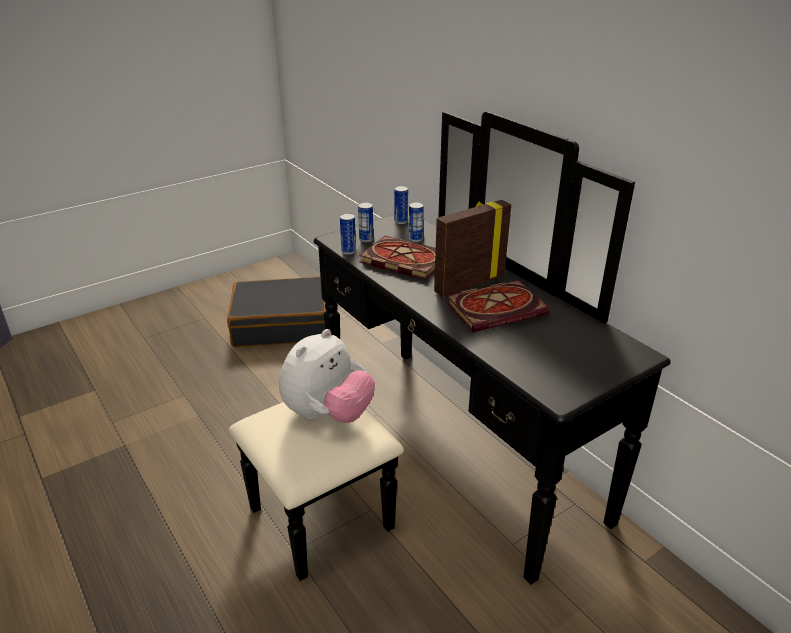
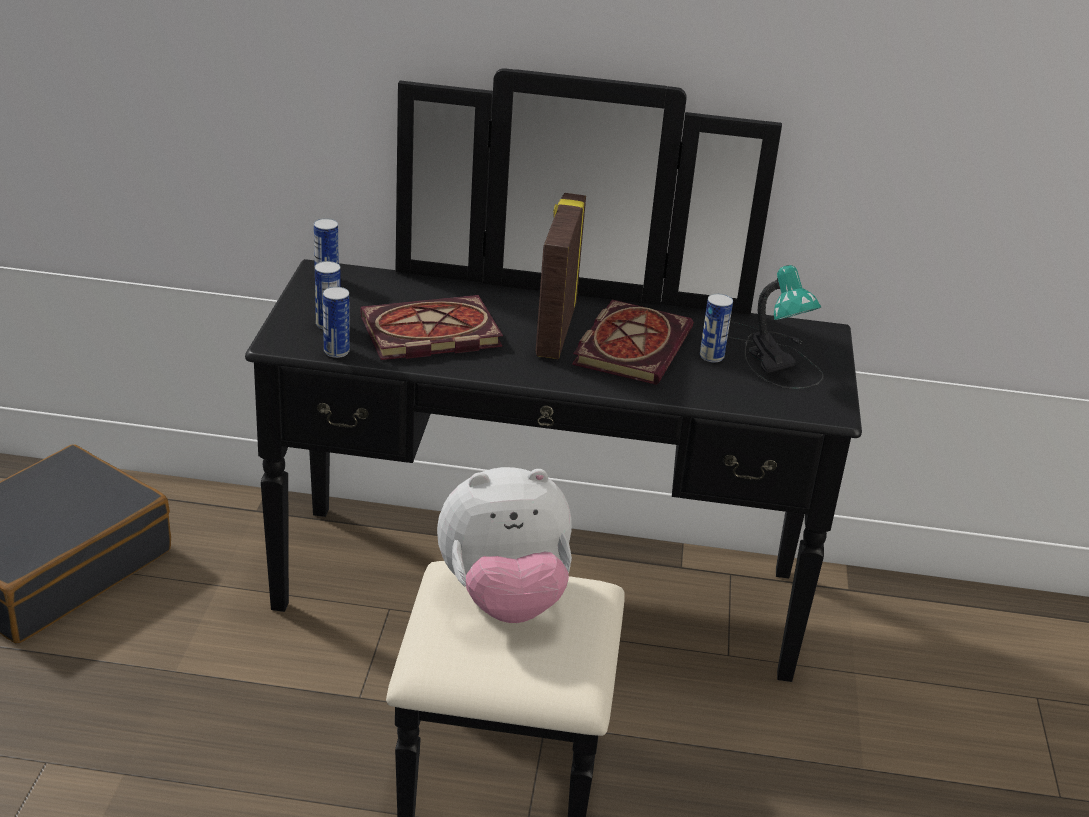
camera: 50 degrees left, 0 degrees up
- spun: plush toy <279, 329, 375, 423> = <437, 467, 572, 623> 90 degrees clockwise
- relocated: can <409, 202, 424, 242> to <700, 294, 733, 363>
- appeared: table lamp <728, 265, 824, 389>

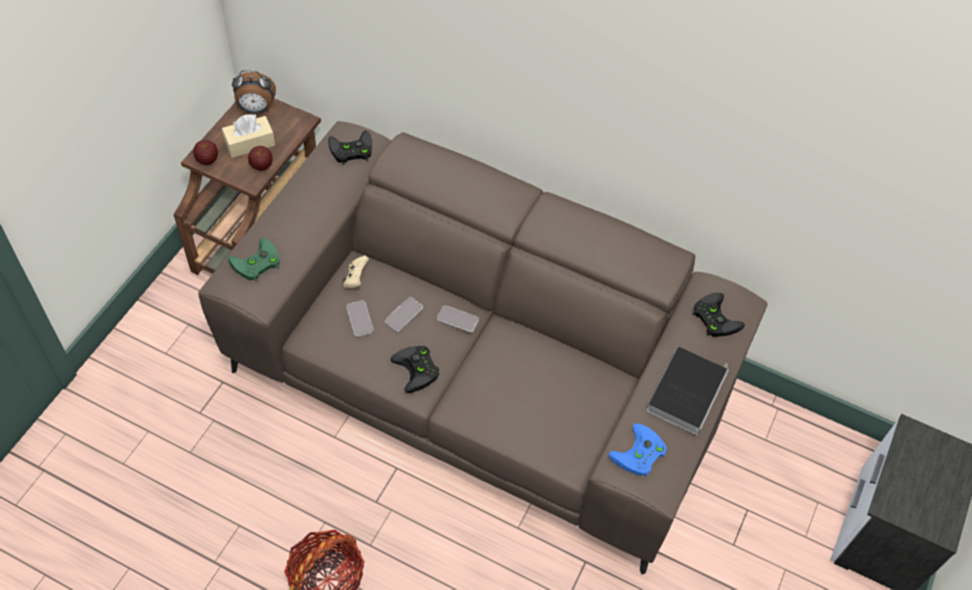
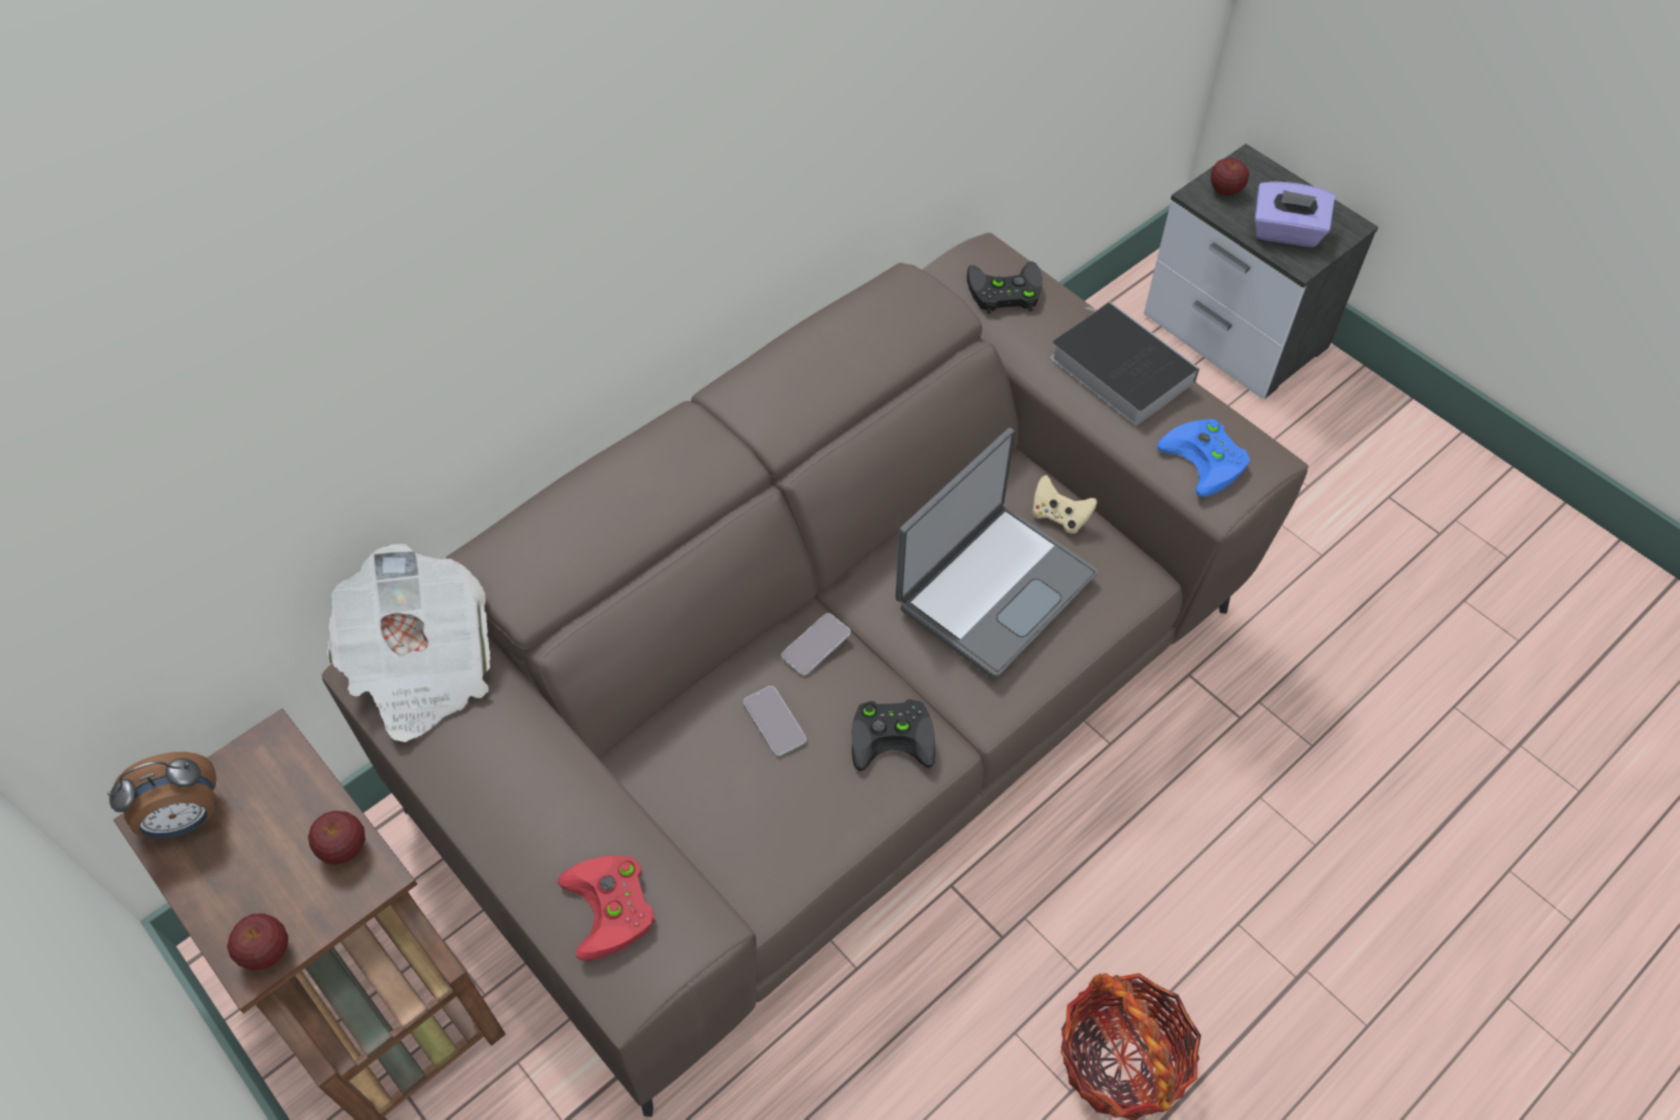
camera: 65 degrees left, 0 degrees up
- missing: beige tissue box <222, 114, 275, 158>
- colour: green game controller <228, 238, 280, 282> to red game controller <558, 856, 656, 961>
- spun: alarm clock <232, 70, 276, 114> = <107, 752, 216, 839> 45 degrees clockwise
- exchanged: black game controller <328, 131, 372, 165> to newspaper <327, 543, 490, 742>
- relocated: beige game controller <342, 256, 369, 288> to <1032, 475, 1097, 533>
- missing: phone <346, 301, 373, 337>
- appeared: laptop <895, 428, 1098, 679>
- appeared: apple <1211, 158, 1249, 196>
- appeared: purple tissue box <1255, 181, 1335, 247>

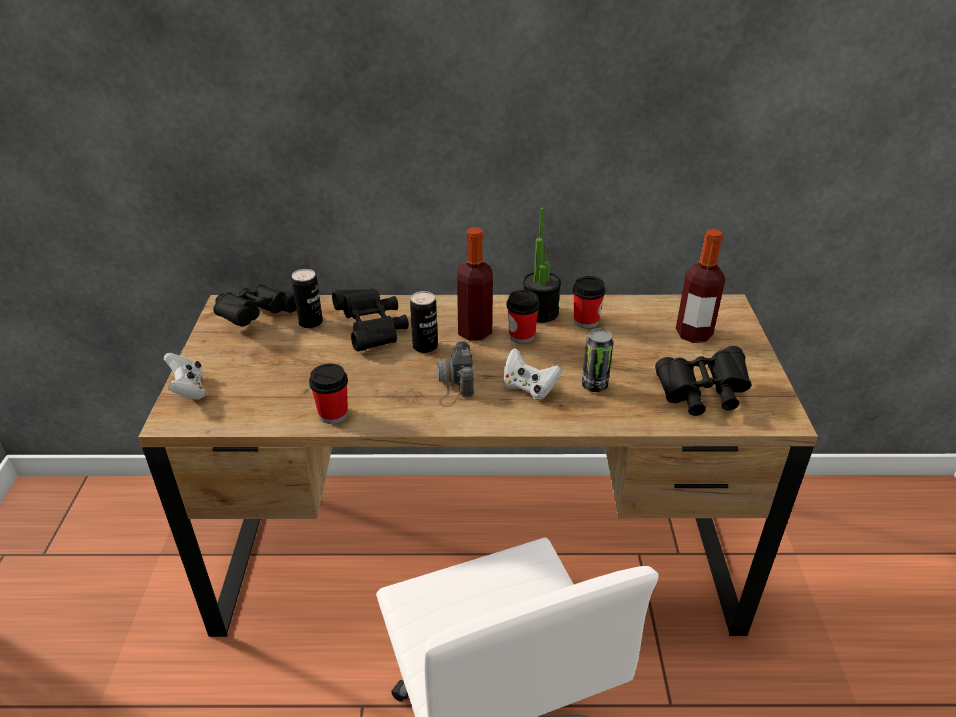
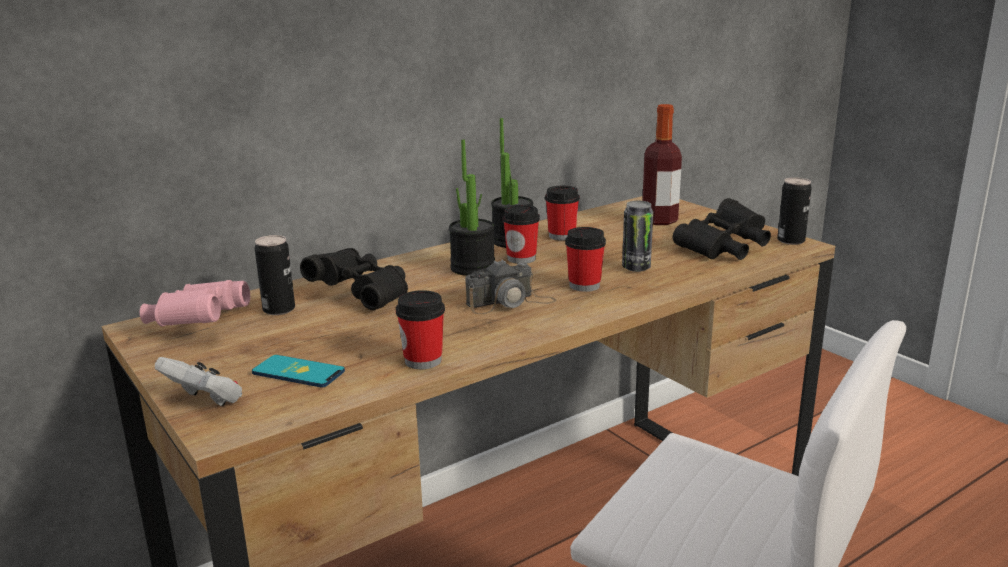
camera: 35 degrees left, 15 degrees down
- colour: black binoculars <213, 284, 296, 327> to pink binoculars <140, 280, 250, 326>
- relocated: can <410, 291, 438, 353> to <777, 177, 812, 245>
- spun: photo camera <438, 341, 474, 407> = <466, 259, 556, 314> 75 degrees counterclockwise
- exchanged: bottle <457, 227, 493, 341> to potted plant <449, 139, 495, 276>
- exchanged: white game controller <503, 348, 562, 400> to cup <565, 227, 606, 292>
- appeared: phone <252, 355, 345, 387>

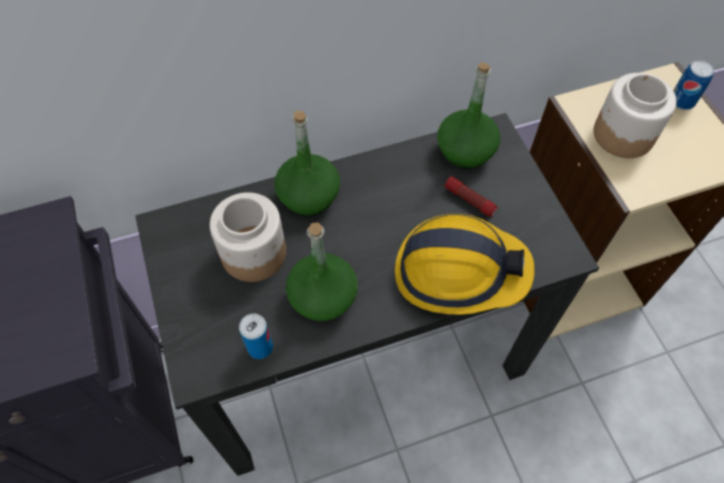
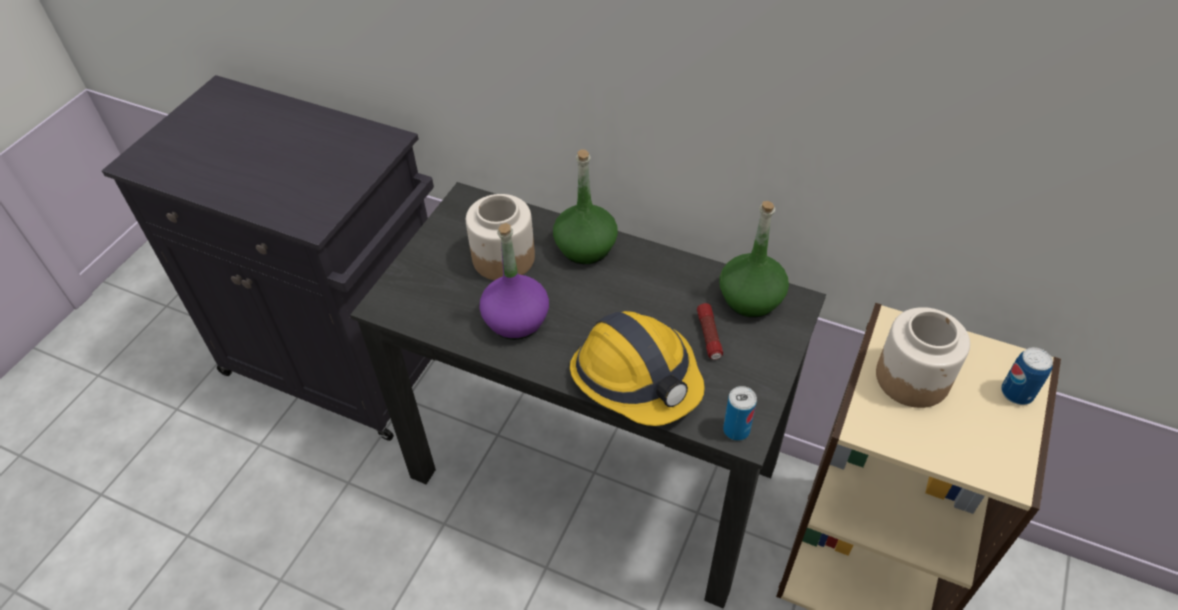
camera: 45 degrees right, 10 degrees down
- relocated: can <239, 314, 273, 359> to <723, 386, 757, 441>
- colour: green bottle <286, 222, 358, 321> to purple bottle <479, 223, 549, 340>

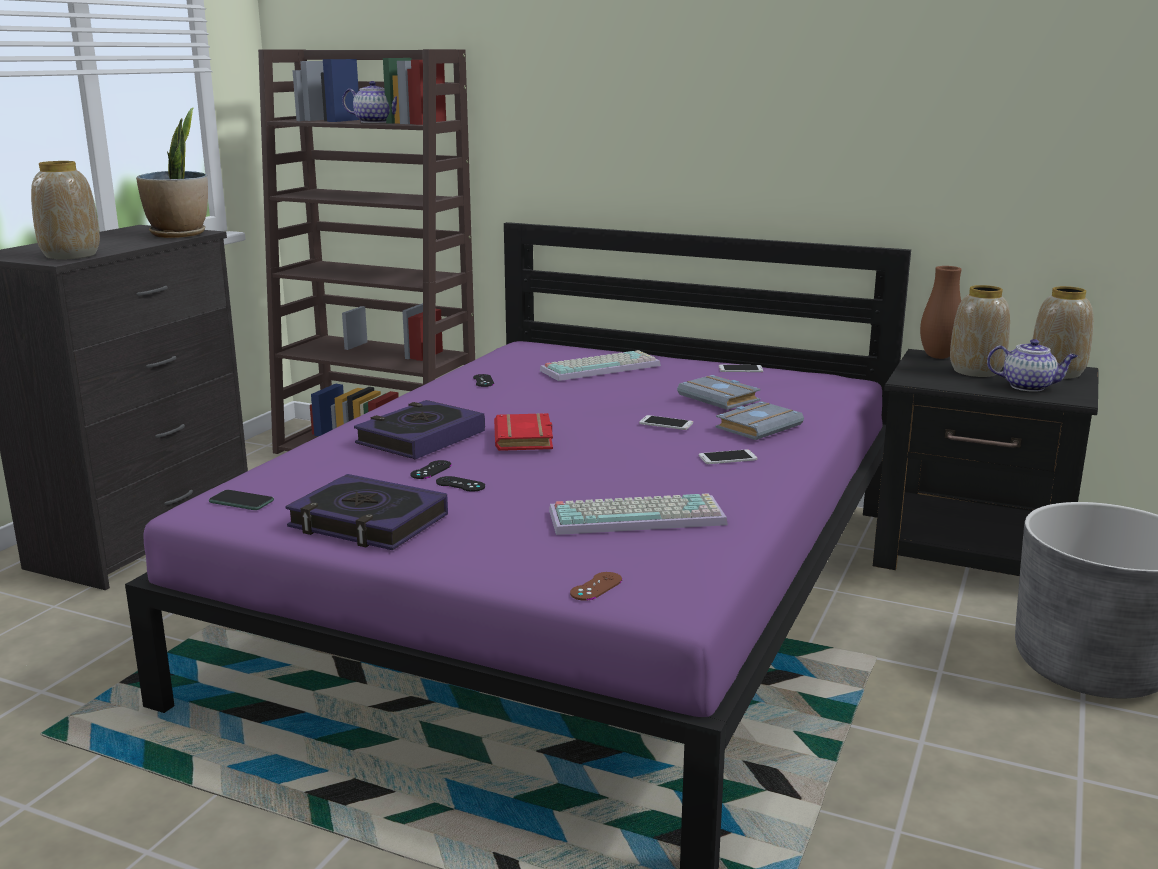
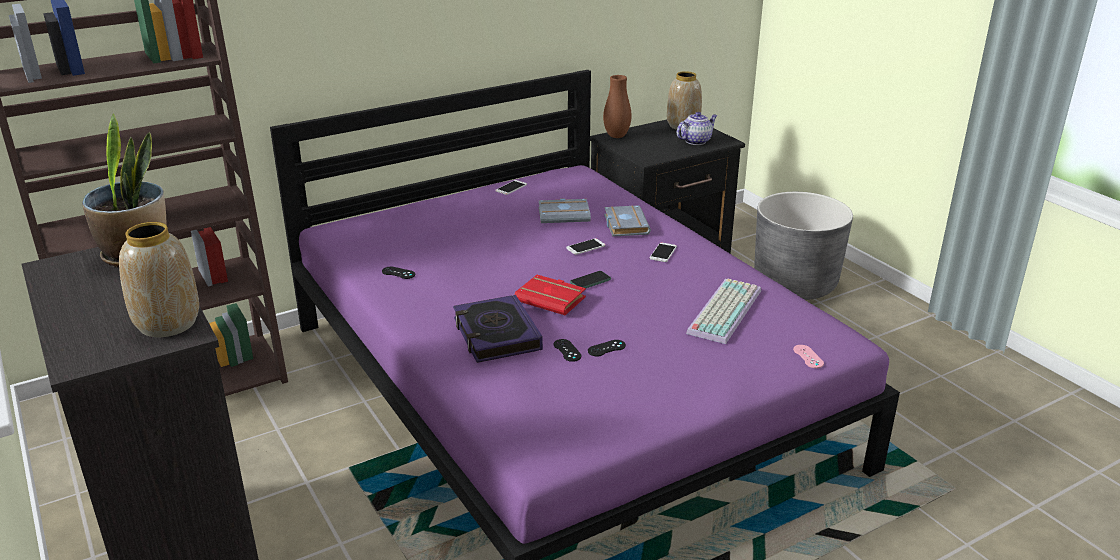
camera: 55 degrees left, 10 degrees up
- relocated: phone <209, 490, 274, 510> to <570, 271, 611, 288>
- missing: book <285, 474, 448, 550>
- missing: teapot <342, 81, 397, 123>
- missing: keyboard <540, 350, 661, 381>
- colour: brown game controller <570, 572, 622, 601> to pink game controller <793, 345, 824, 368>
- missing: vase <950, 285, 1010, 377>

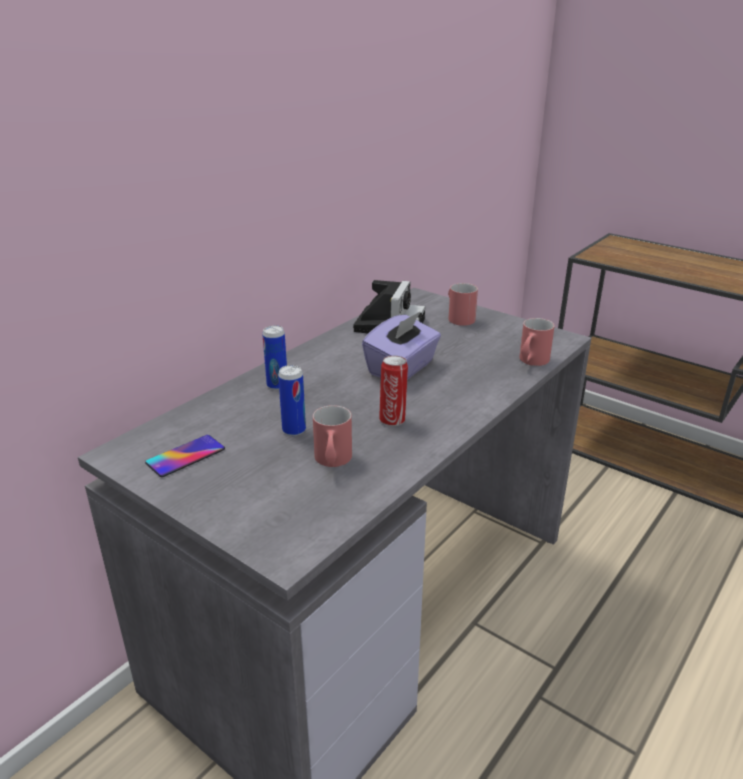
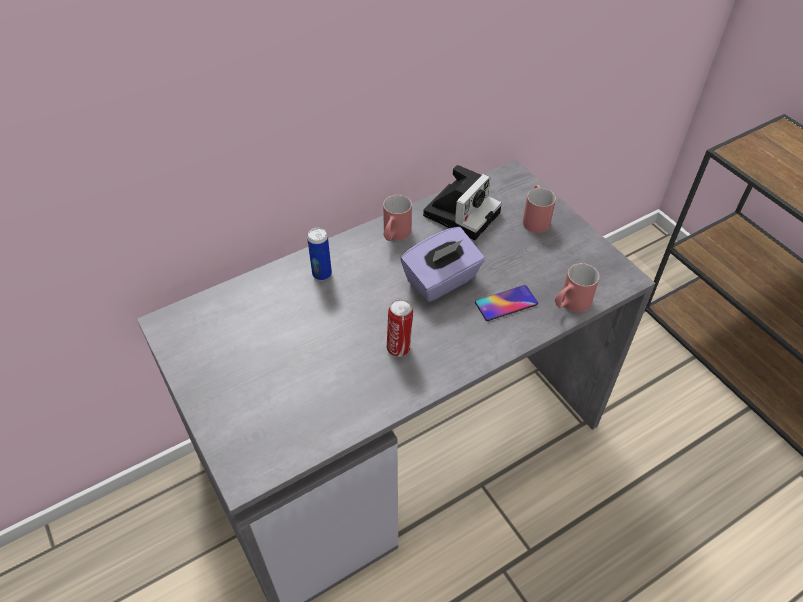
camera: 20 degrees right, 20 degrees up
- relocated: phone <145, 435, 225, 477> to <475, 285, 538, 321>
- missing: can <278, 365, 306, 436>
- relocated: red mug <313, 405, 352, 467> to <383, 195, 412, 241>

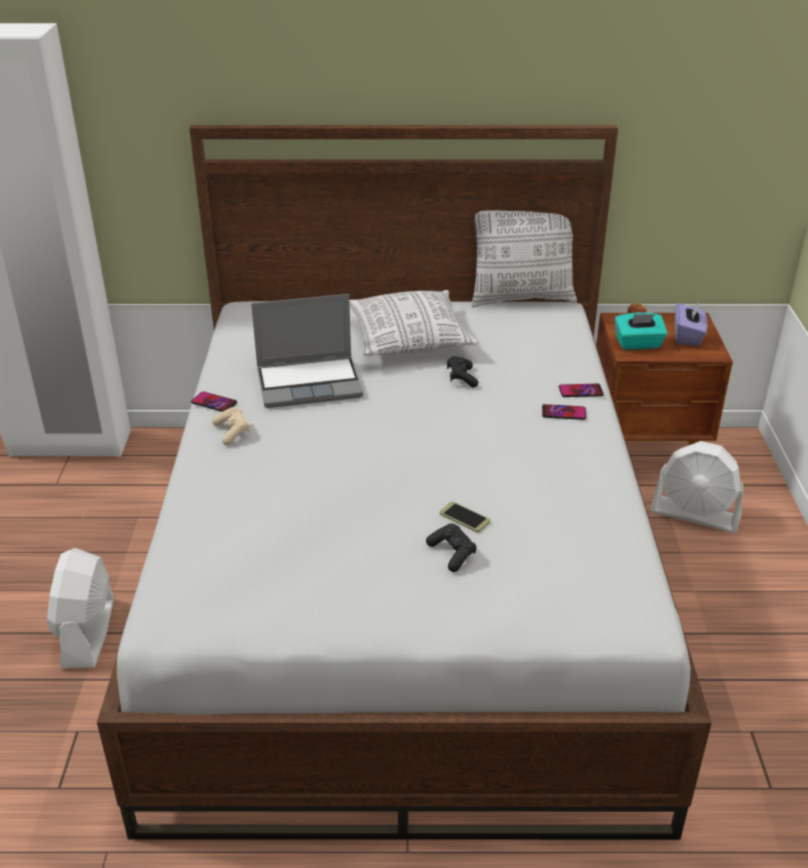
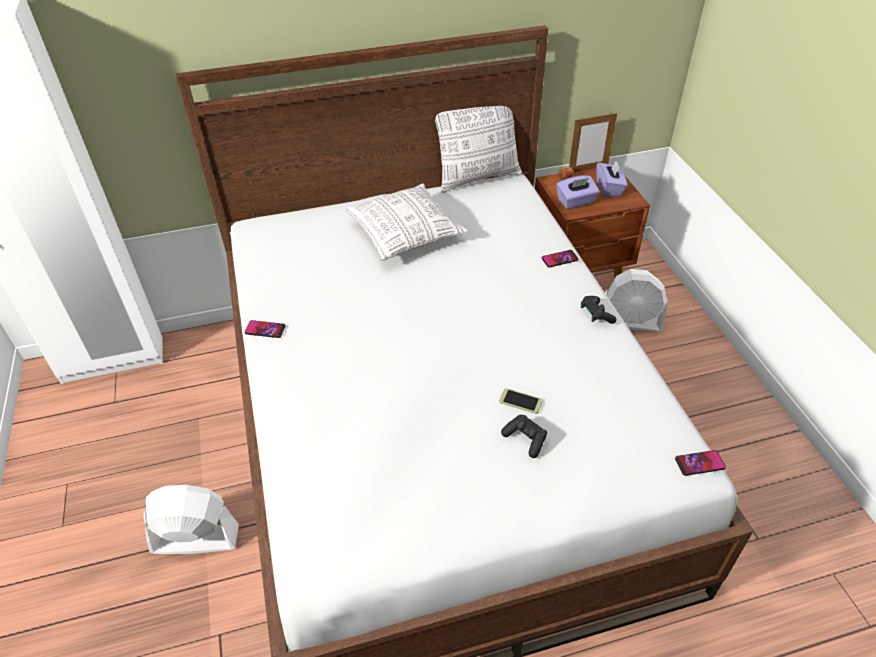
camera: 15 degrees left, 10 degrees up
- spun: white fan <47, 548, 113, 668> = <144, 485, 239, 554> 105 degrees clockwise
- missing: beige game controller <212, 407, 250, 445>
- missing: laptop <251, 294, 363, 408>
- relocated: black game controller <447, 356, 478, 387> to <581, 296, 616, 324>
- relocated: phone <542, 404, 586, 420> to <675, 450, 726, 476>
- colour: turquoise tissue box <614, 312, 668, 350> to purple tissue box <556, 175, 600, 209>
- appeared: picture frame <569, 112, 617, 172>

